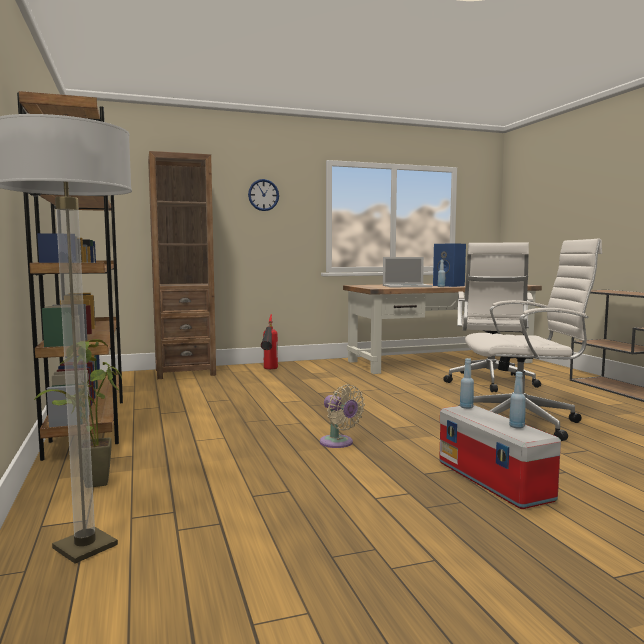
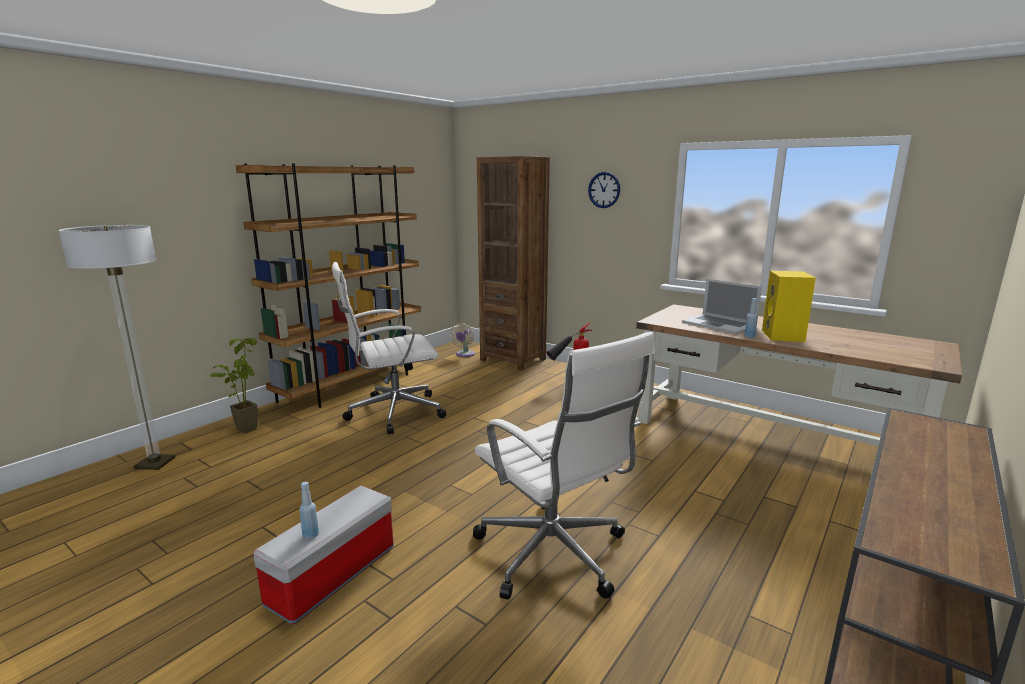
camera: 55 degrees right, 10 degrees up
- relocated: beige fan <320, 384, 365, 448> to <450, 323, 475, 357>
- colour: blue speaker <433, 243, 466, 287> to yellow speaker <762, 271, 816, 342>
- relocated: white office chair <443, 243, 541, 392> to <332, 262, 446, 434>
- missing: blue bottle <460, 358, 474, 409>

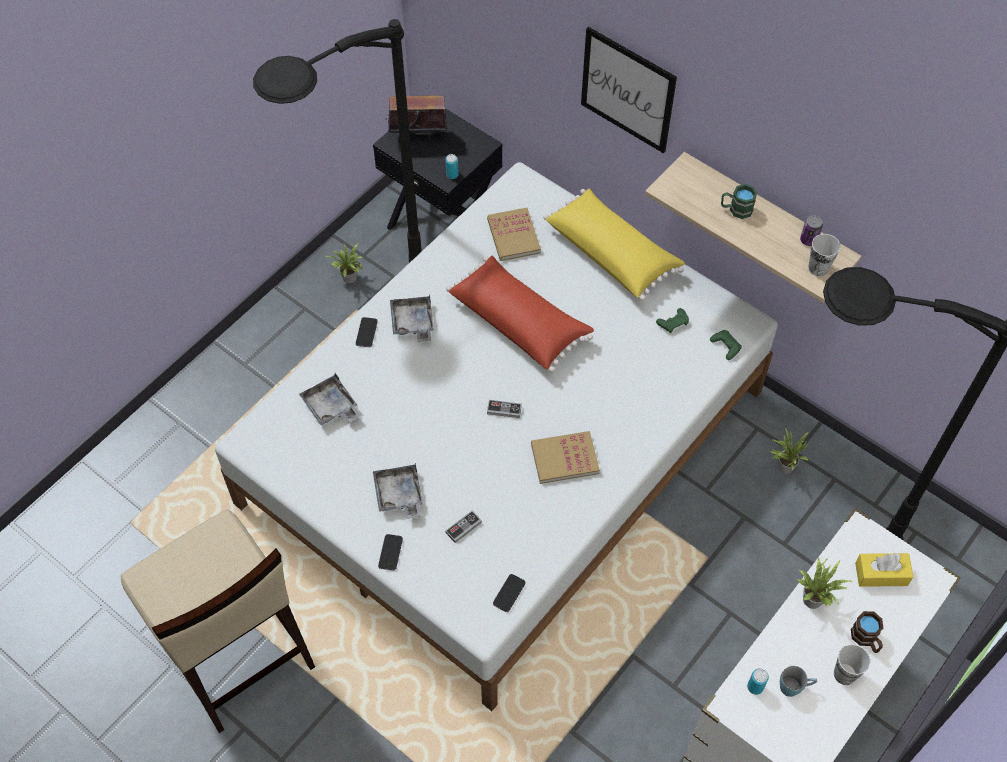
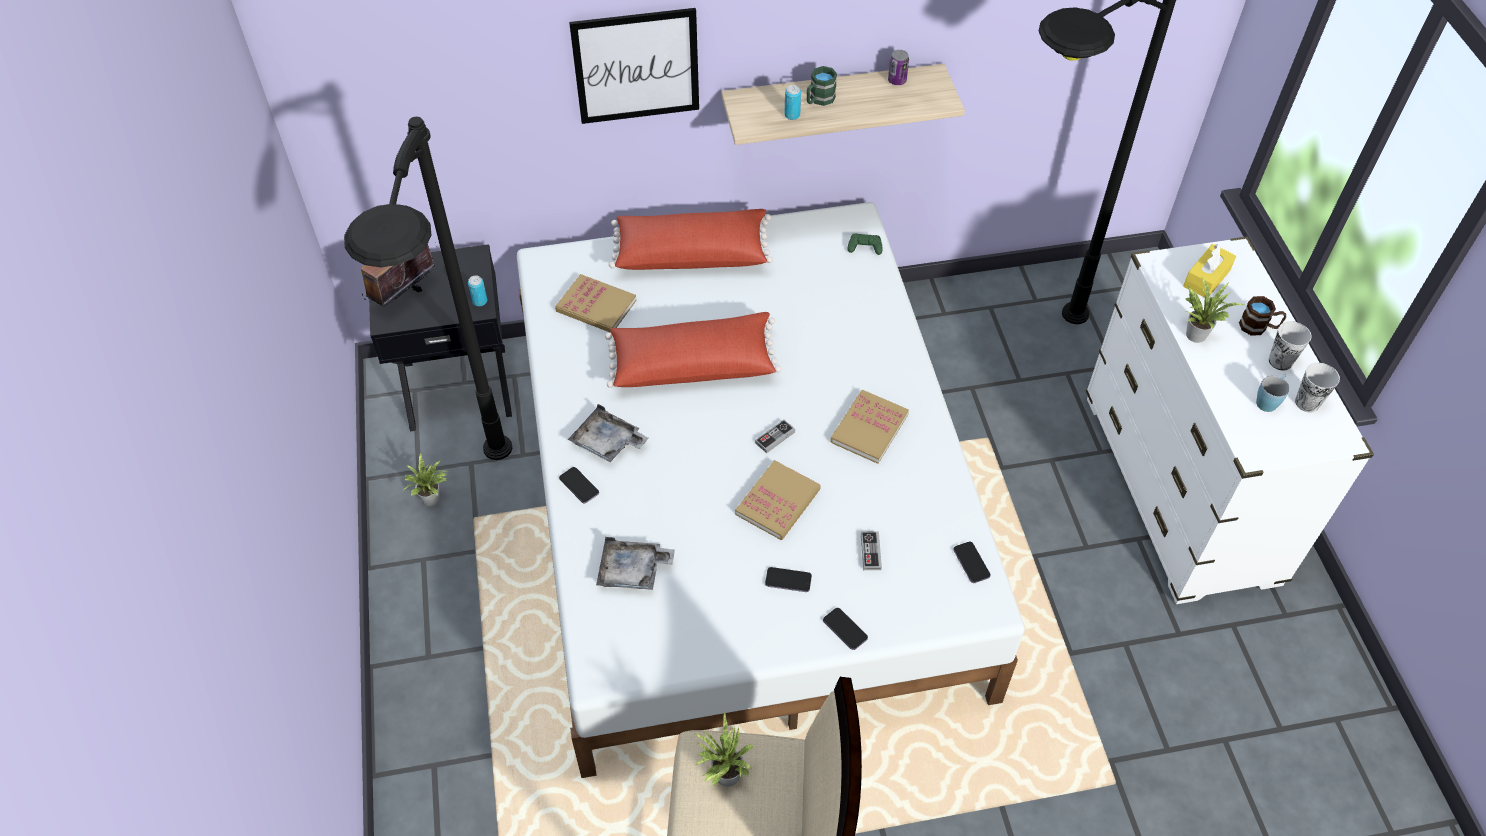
camera: 50 degrees left, 5 degrees down
- exchanged: grey tray <373, 463, 423, 519> to phone <765, 567, 812, 592>
- colour: yellow pillow <543, 188, 685, 301> to red pillow <609, 209, 773, 270>
- missing: green game controller <656, 308, 689, 333>
- relocated: can <747, 668, 769, 695> to <784, 85, 801, 120>
- relocated: potted plant <770, 428, 808, 474> to <693, 712, 754, 787>
- relocated: cup <808, 234, 841, 276> to <1295, 363, 1340, 413>
- appeared: book <735, 460, 821, 540>

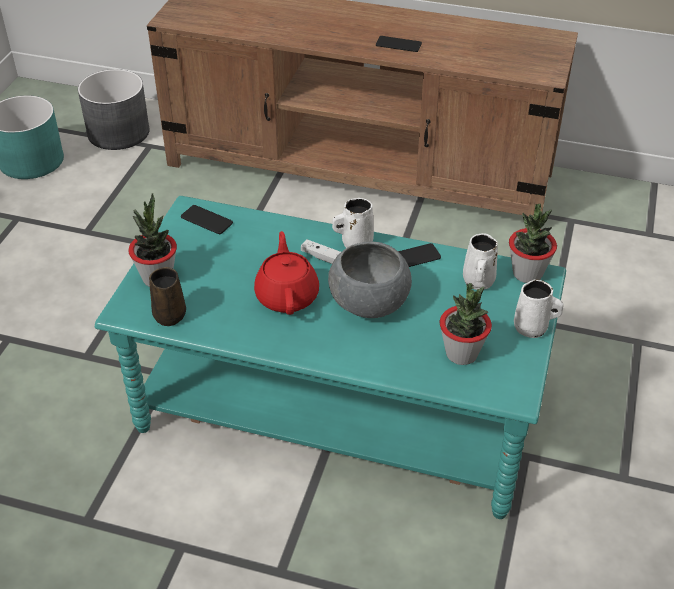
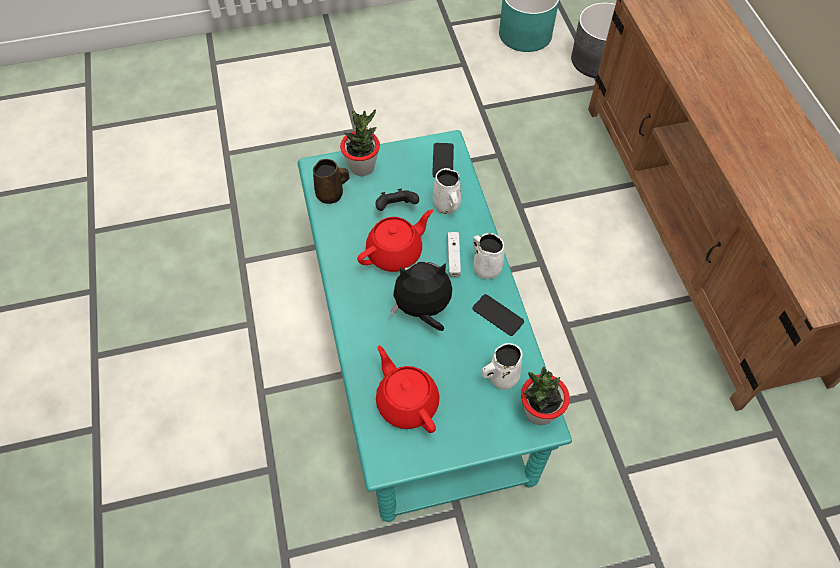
camera: 60 degrees right, 15 degrees up
- exchanged: grey bowl <328, 241, 412, 318> to plush toy <390, 262, 452, 331>
- missing: phone <376, 36, 422, 52>
- exchanged: potted plant <440, 283, 492, 365> to red teapot <376, 346, 439, 433>
- relocated: white mug <514, 279, 564, 338> to <433, 168, 461, 214>
- appeared: black game controller <375, 188, 419, 211>

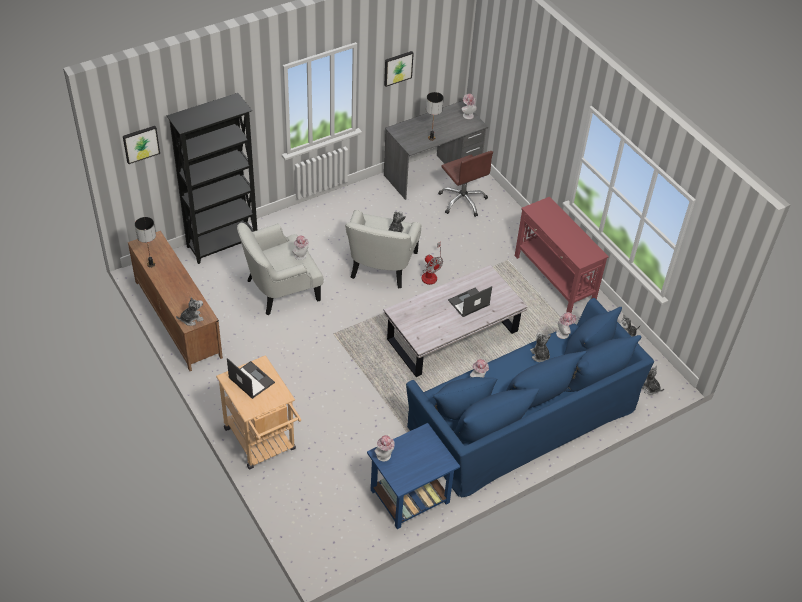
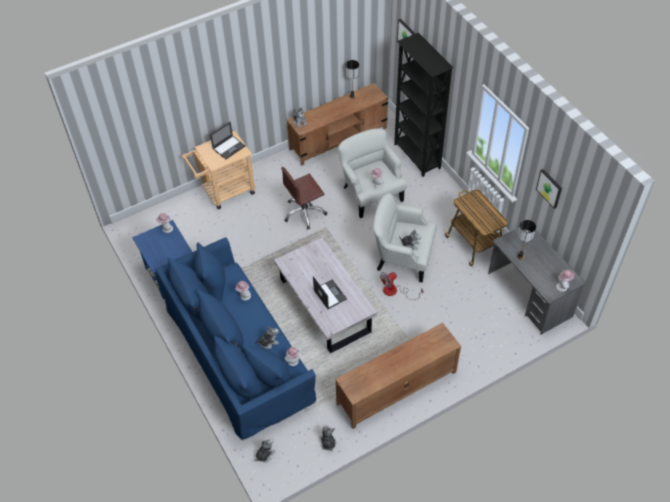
camera: 95 degrees right, 5 degrees up
- relocated: brown office chair <438, 151, 493, 217> to <281, 167, 327, 230>
- exchanged: red console table <515, 197, 609, 313> to brown tv stand <335, 323, 461, 429>
- appeared: cart <444, 189, 508, 266>

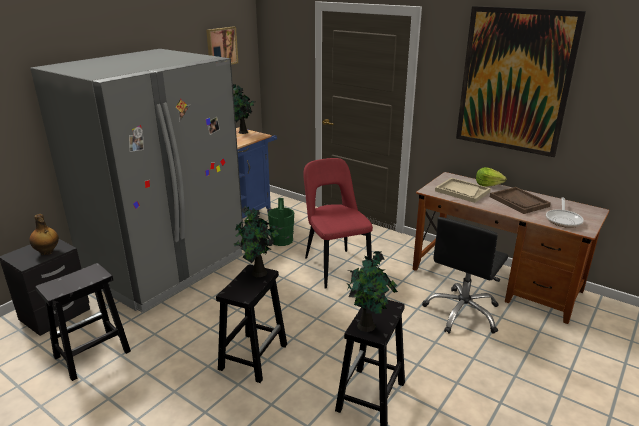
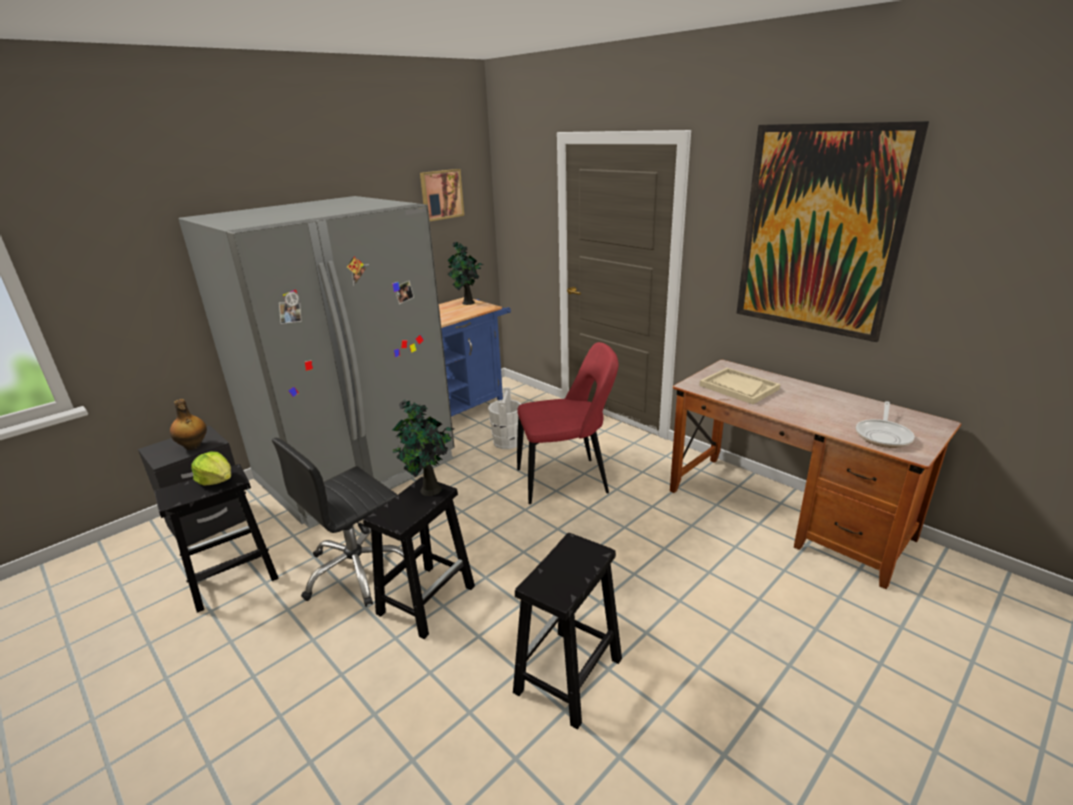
camera: 10 degrees right, 0 degrees up
- colour: green bucket <268, 198, 294, 246> to white bucket <488, 387, 521, 449>
- spun: red chair <303, 158, 373, 289> = <517, 342, 618, 504> 90 degrees clockwise
- missing: potted plant <347, 251, 398, 332>
- relocated: black office chair <422, 217, 508, 334> to <272, 438, 404, 607>
- relocated: lettuce <476, 167, 506, 187> to <191, 451, 231, 485>
- missing: brown tray <490, 187, 551, 214>

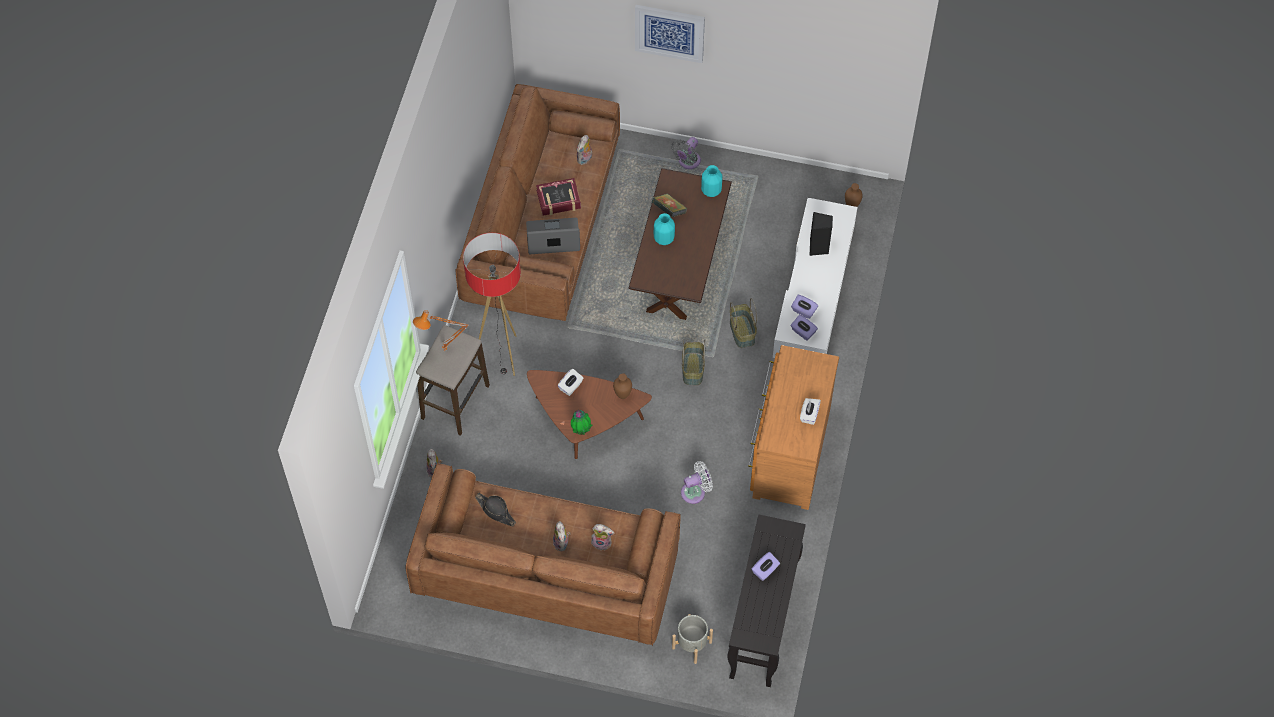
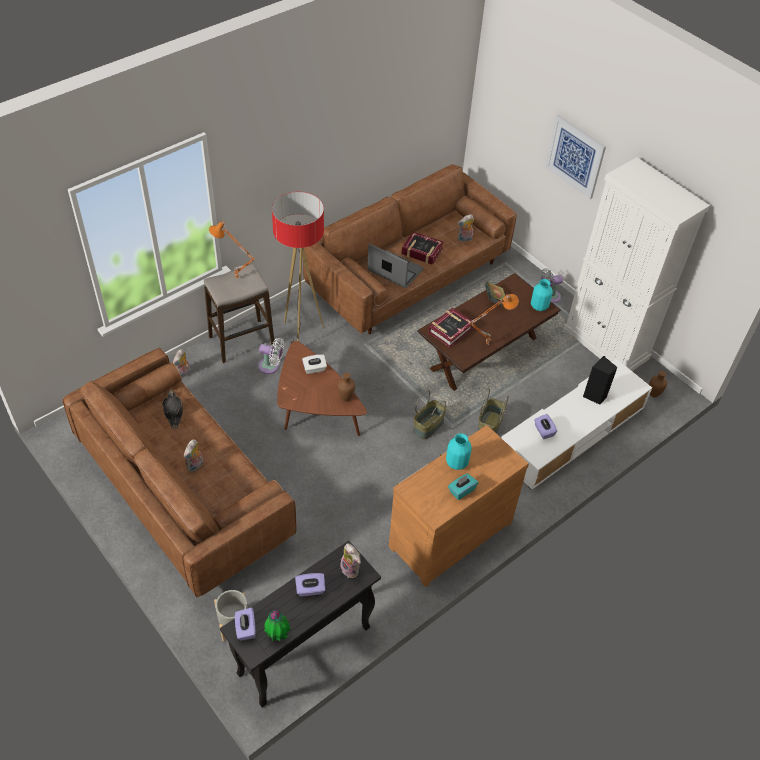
camera: 35 degrees right, 10 degrees down
- relocated: potted plant <571, 410, 592, 435> to <264, 610, 291, 641>
- relocated: plush toy <591, 524, 615, 551> to <340, 543, 361, 578>
- relocated: turquoise vase <654, 213, 675, 245> to <446, 433, 472, 470>
- relocated: white fan <681, 461, 713, 504> to <258, 338, 284, 374>
- relocated: purple tissue box <791, 315, 818, 341> to <235, 607, 256, 640>
- colour: white tissue box <800, 398, 821, 425> to turquoise tissue box <448, 473, 478, 500>
- appeared: book <428, 308, 473, 348>
- appeared: orange table lamp <469, 294, 519, 345>
- appeared: white cabinet <564, 157, 710, 371>

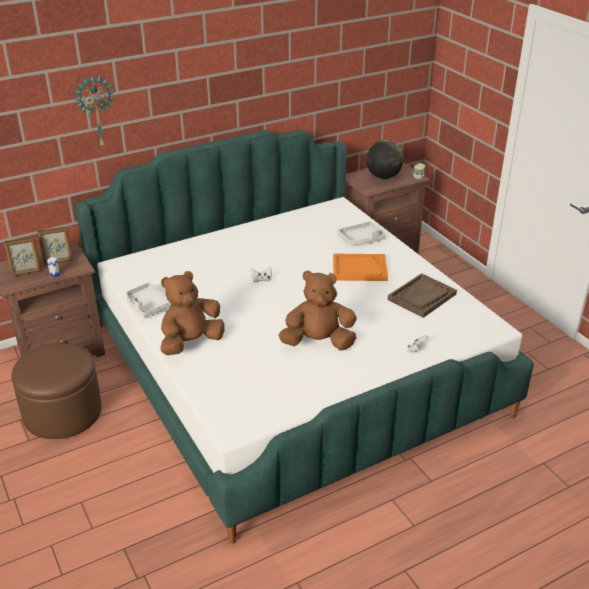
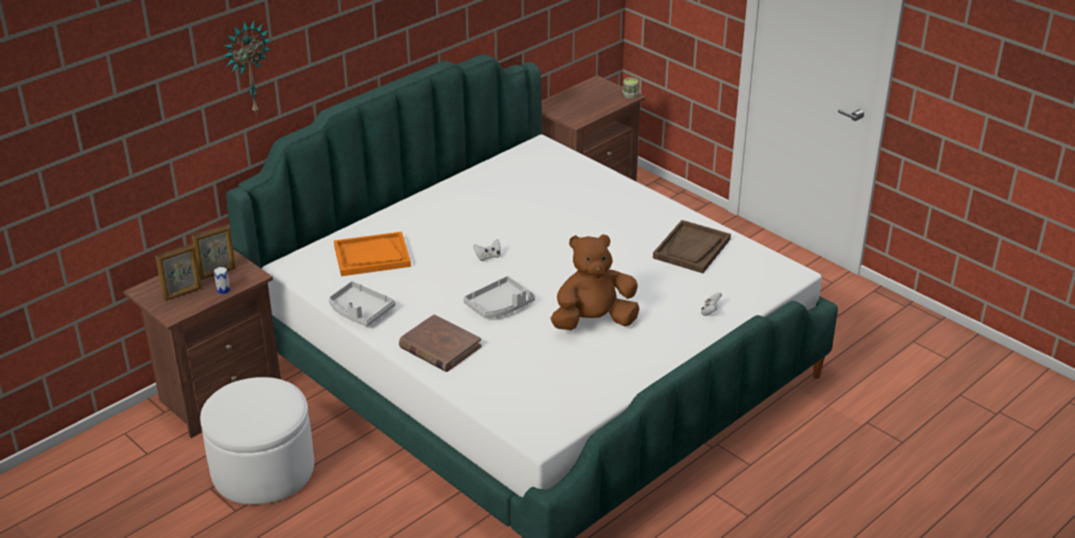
camera: 15 degrees left, 0 degrees up
- colour: brown ottoman <11, 343, 102, 439> to white ottoman <200, 377, 314, 505>
- exchanged: brown plush toy <160, 271, 225, 355> to brown book <399, 314, 482, 372>
- relocated: orange tray <333, 254, 388, 281> to <334, 232, 411, 276>
- relocated: grey tray <337, 221, 386, 245> to <463, 276, 535, 318>
- missing: globe <366, 140, 404, 179>

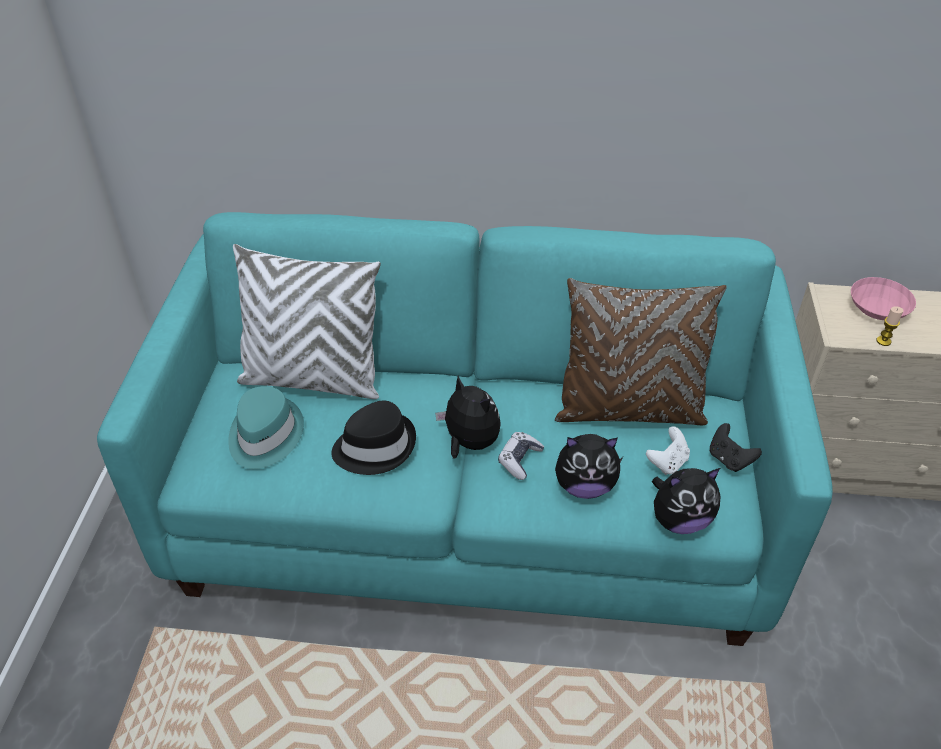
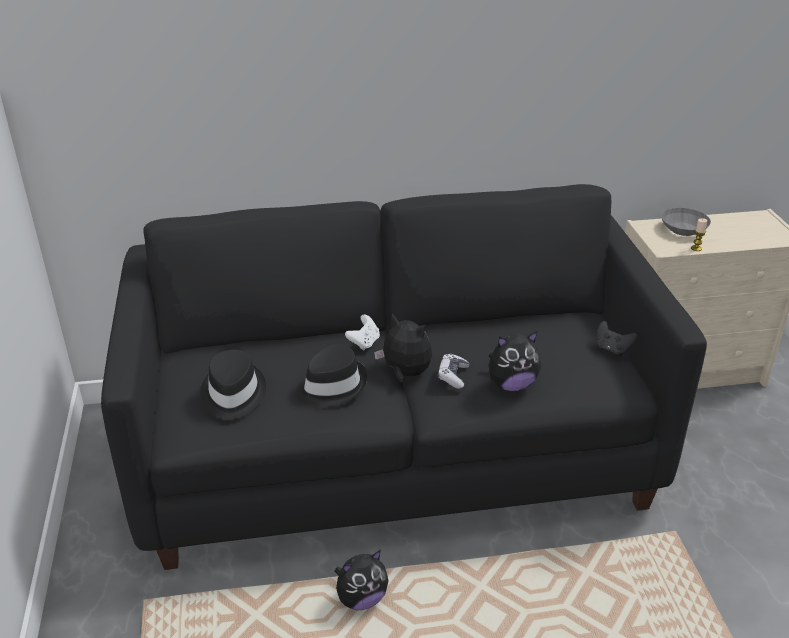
camera: 15 degrees left, 10 degrees down
- colour: turquoise sofa <97, 212, 833, 646> to black sofa <101, 184, 707, 570>
- colour: turquoise hat <228, 386, 304, 469> to black hat <201, 350, 266, 420>
- missing: white pillow <233, 244, 381, 399>
- missing: brown pillow <555, 278, 727, 425>
- relocated: white game controller <646, 426, 690, 475> to <345, 314, 380, 351>
- relocated: plush toy <652, 468, 721, 534> to <334, 550, 388, 610>
- colour: pink bowl <851, 277, 916, 320> to grey bowl <661, 208, 711, 236>

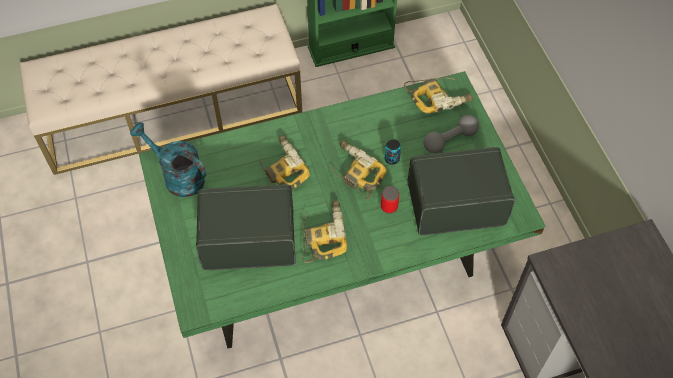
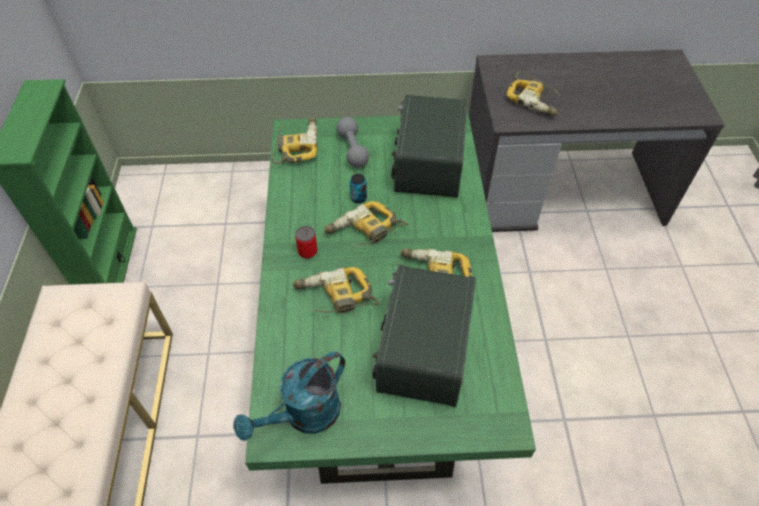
camera: 75 degrees left, 5 degrees down
- relocated: can <381, 186, 399, 213> to <295, 226, 317, 259>
- appeared: power drill <507, 71, 560, 116>

